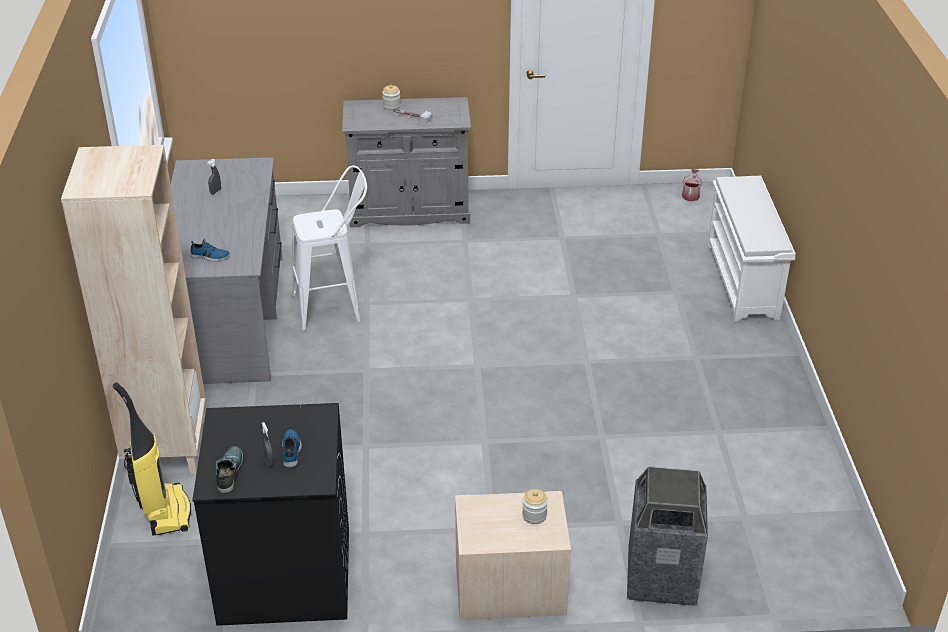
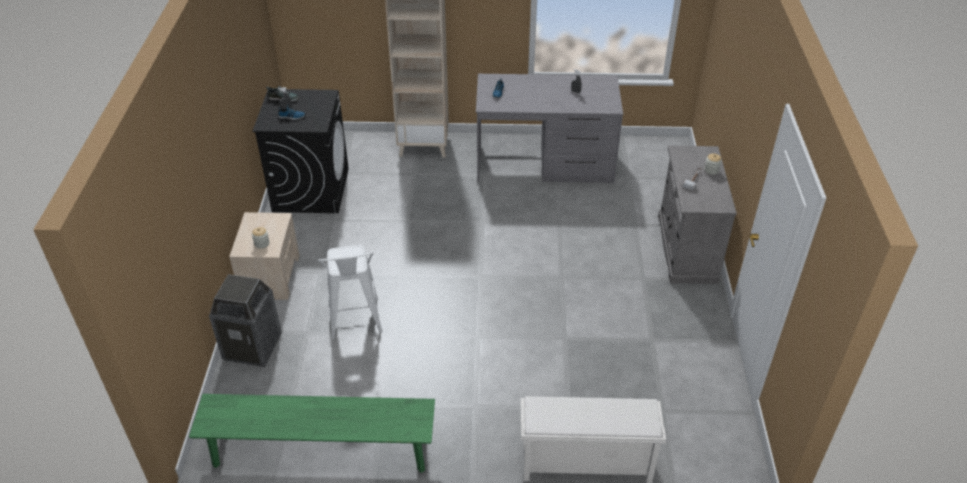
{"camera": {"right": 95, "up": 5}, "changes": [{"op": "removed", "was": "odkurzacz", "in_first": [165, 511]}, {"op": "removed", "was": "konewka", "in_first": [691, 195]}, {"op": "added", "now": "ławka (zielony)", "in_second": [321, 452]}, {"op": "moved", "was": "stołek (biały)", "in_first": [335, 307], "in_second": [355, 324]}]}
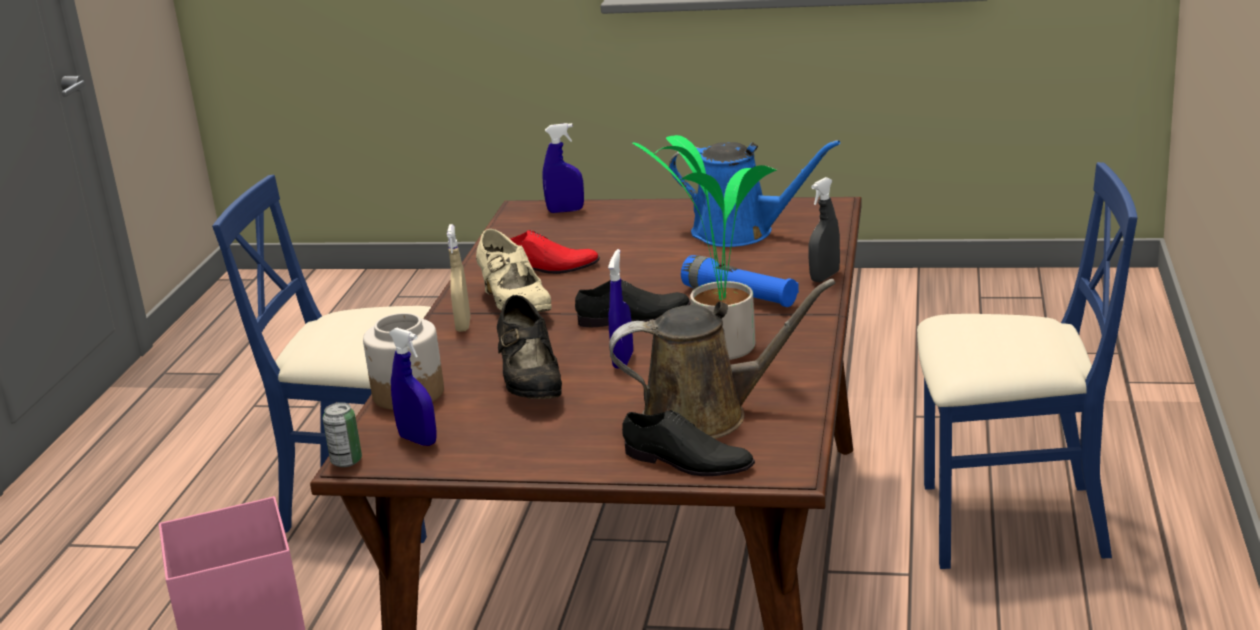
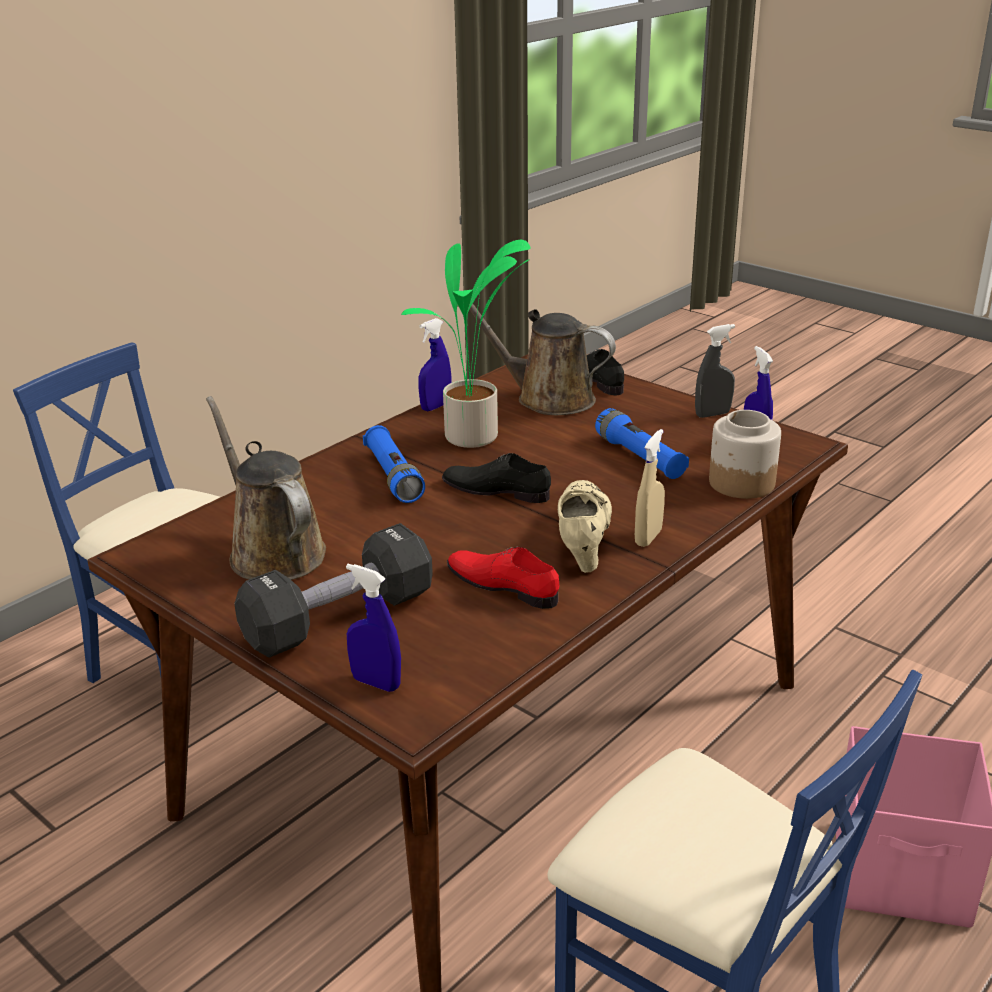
{"camera": {"right": -150, "up": 5}, "changes": [{"op": "removed", "was": "puszka", "in_first": [346, 461]}, {"op": "added", "now": "hantel (czarny)", "in_second": [339, 618]}, {"op": "moved", "was": "spryskiwacz (niebieski)", "in_first": [623, 360], "in_second": [436, 406]}, {"op": "moved", "was": "spryskiwacz (szary)", "in_first": [825, 277], "in_second": [712, 414]}, {"op": "replaced", "was": "but (czarny)", "now": "latarka (niebieski)", "in_first": [531, 385], "in_second": [639, 457]}, {"op": "recoloured", "was": "konewka (niebieski)", "now": "konewka (brązowy)", "in_first": [740, 232], "in_second": [273, 551]}]}
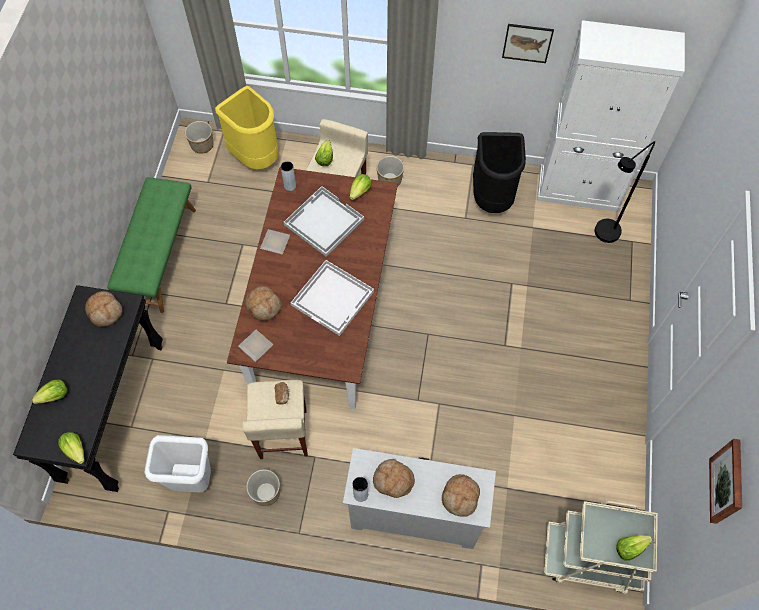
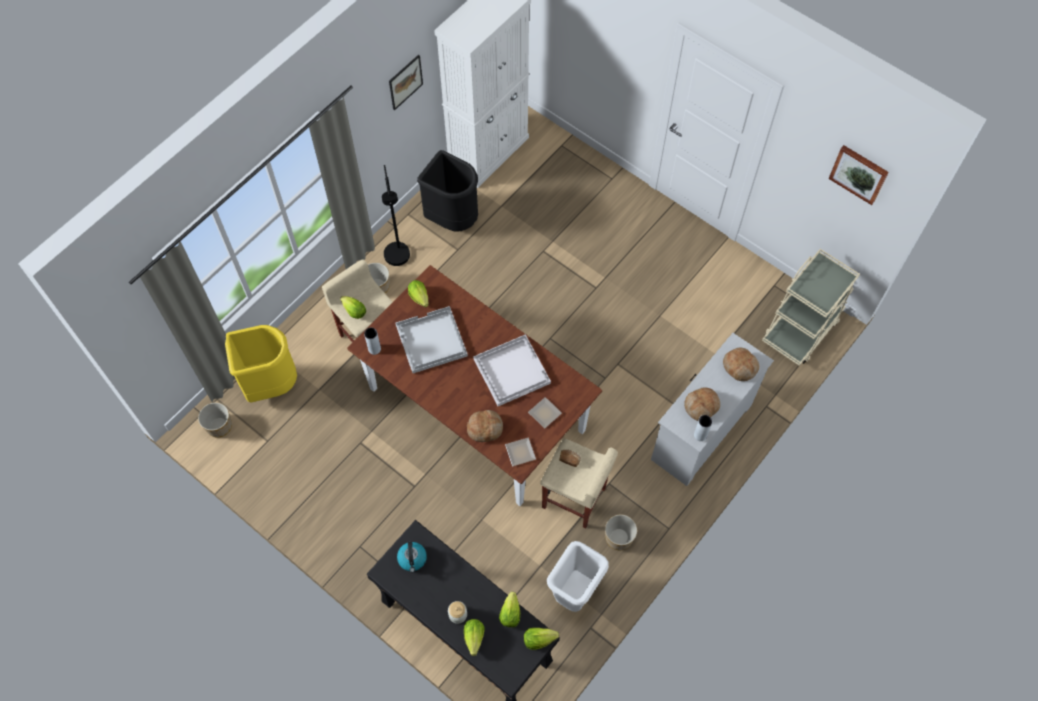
{"camera": {"right": -60, "up": 0}, "changes": [{"op": "removed", "was": "ławka (zielony)", "in_first": [160, 256]}, {"op": "added", "now": "słoik", "in_second": [458, 614]}, {"op": "moved", "was": "talerz", "in_first": [275, 243], "in_second": [546, 413]}, {"op": "moved", "was": "lampa stojąca (czarny)", "in_first": [602, 236], "in_second": [399, 261]}, {"op": "moved", "was": "sałata", "in_first": [629, 548], "in_second": [510, 614]}, {"op": "replaced", "was": "chleb", "now": "czajnik", "in_first": [105, 311], "in_second": [412, 559]}]}
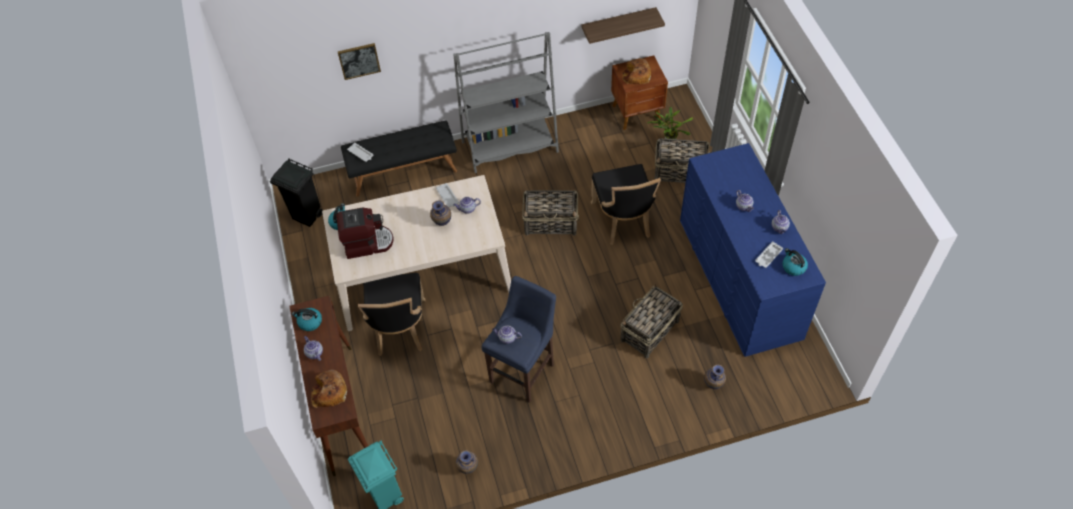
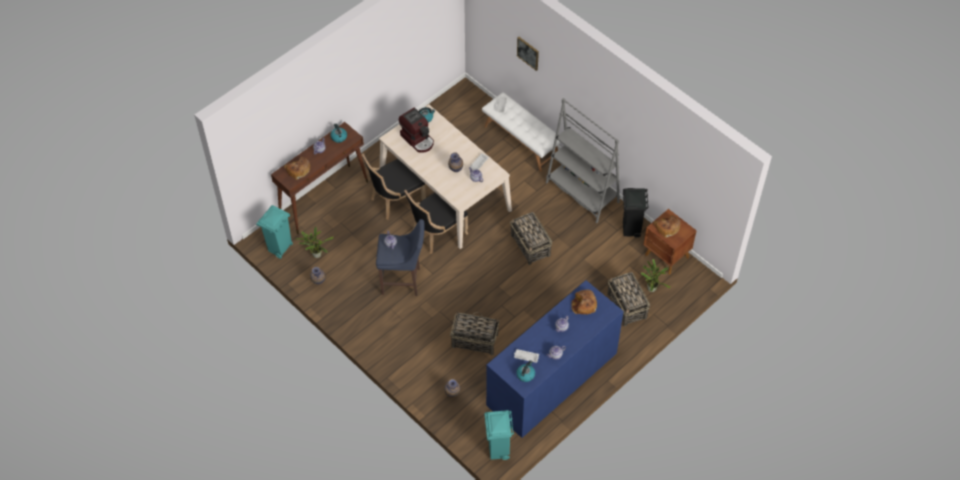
{"camera": {"right": 60, "up": 0}, "changes": [{"op": "removed", "was": "półka", "in_first": [618, 24]}, {"op": "added", "now": "roślina doniczkowa", "in_second": [316, 254]}, {"op": "added", "now": "kosz na śmieci (turkusowy)", "in_second": [498, 450]}, {"op": "added", "now": "chleb", "in_second": [583, 305]}, {"op": "moved", "was": "kosz na śmieci (czarny)", "in_first": [307, 216], "in_second": [631, 229]}, {"op": "moved", "was": "krzesło (czarny)", "in_first": [623, 221], "in_second": [436, 233]}, {"op": "recoloured", "was": "ławka (czarny)", "now": "ławka (biały)", "in_first": [403, 171], "in_second": [521, 141]}]}
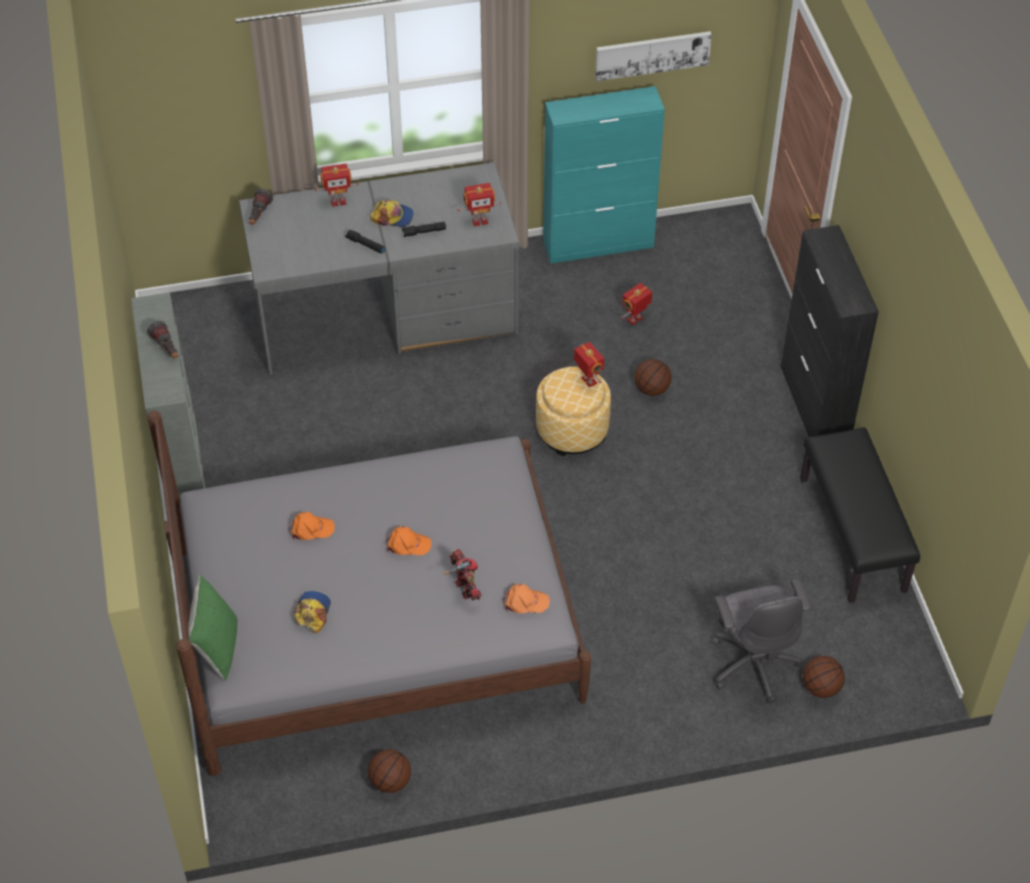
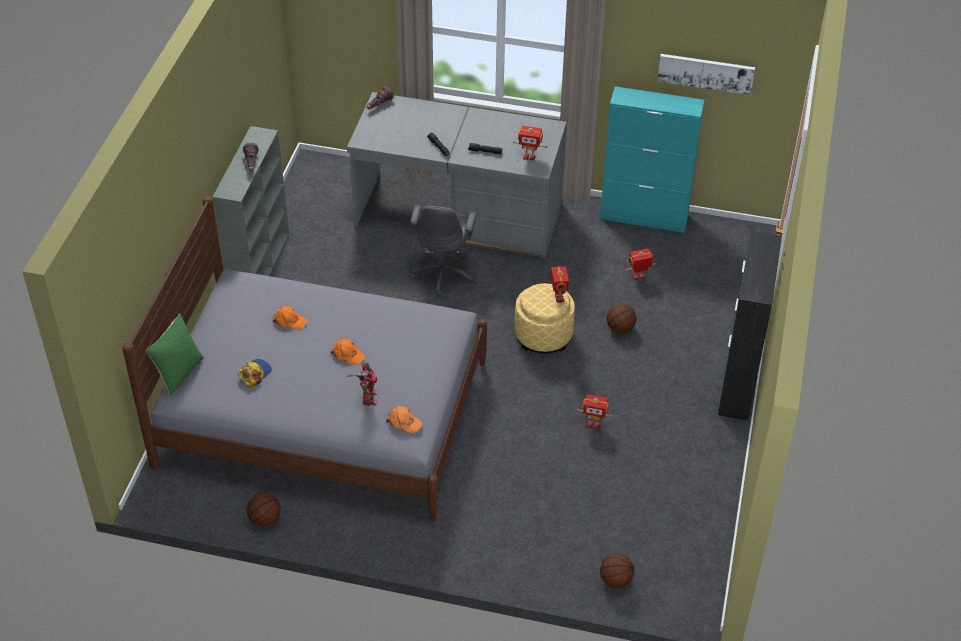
{"camera": {"right": 25, "up": -5}, "changes": [{"op": "removed", "was": "czapka z daszkiem", "in_first": [392, 217]}, {"op": "removed", "was": "ławka (czarny)", "in_first": [853, 534]}, {"op": "moved", "was": "robot zabawkowy", "in_first": [338, 201], "in_second": [593, 424]}, {"op": "moved", "was": "krzesło biurowe (szary)", "in_first": [753, 663], "in_second": [444, 273]}]}
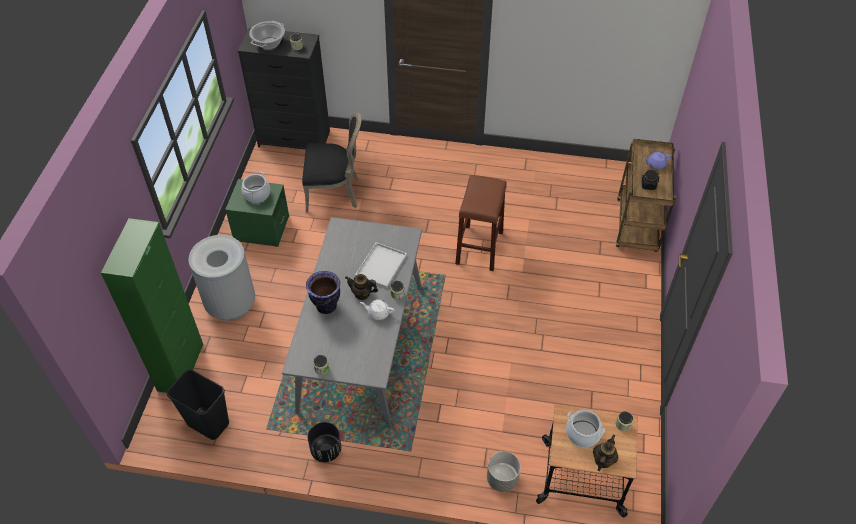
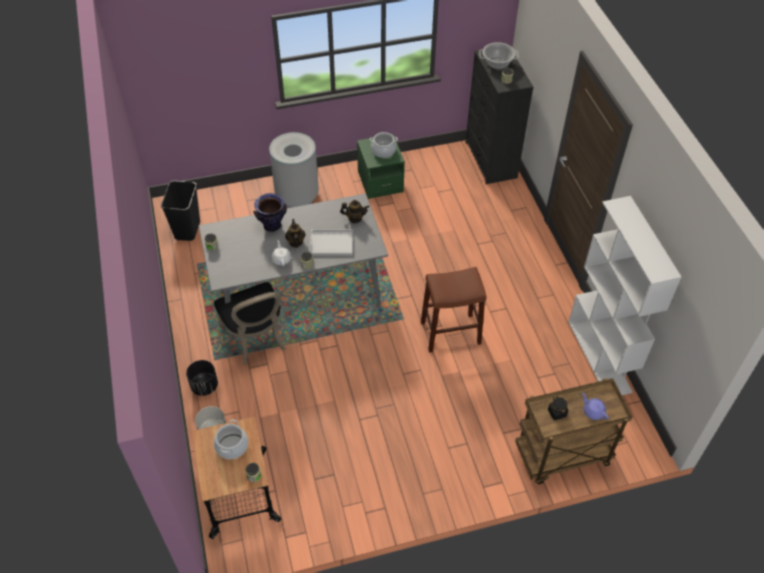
{"camera": {"right": 65, "up": 0}, "changes": [{"op": "removed", "was": "szafka (zielony)", "in_first": [180, 367]}, {"op": "added", "now": "regał (biały)", "in_second": [600, 356]}, {"op": "moved", "was": "krzesło (czarny)", "in_first": [335, 192], "in_second": [256, 339]}, {"op": "moved", "was": "donica (czarny)", "in_first": [326, 450], "in_second": [204, 386]}, {"op": "moved", "was": "imbryk", "in_first": [603, 460], "in_second": [355, 218]}]}
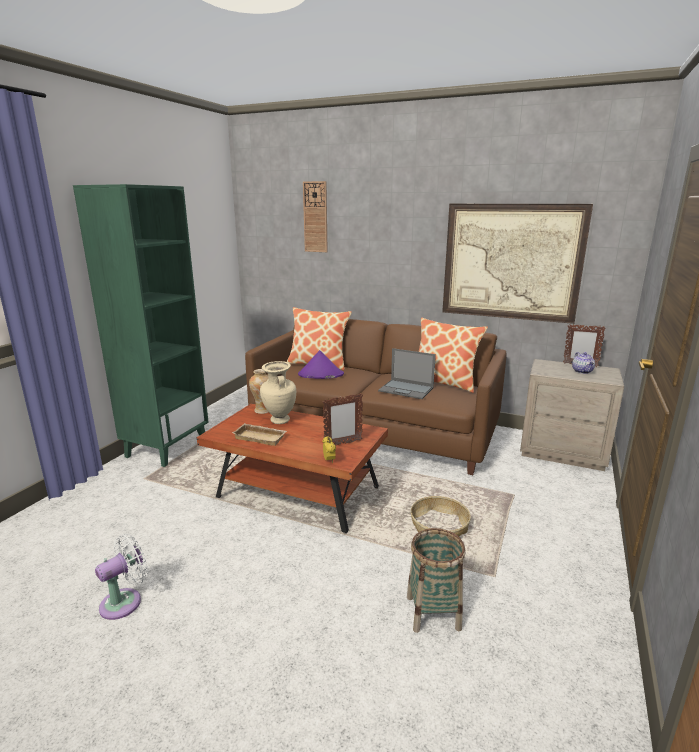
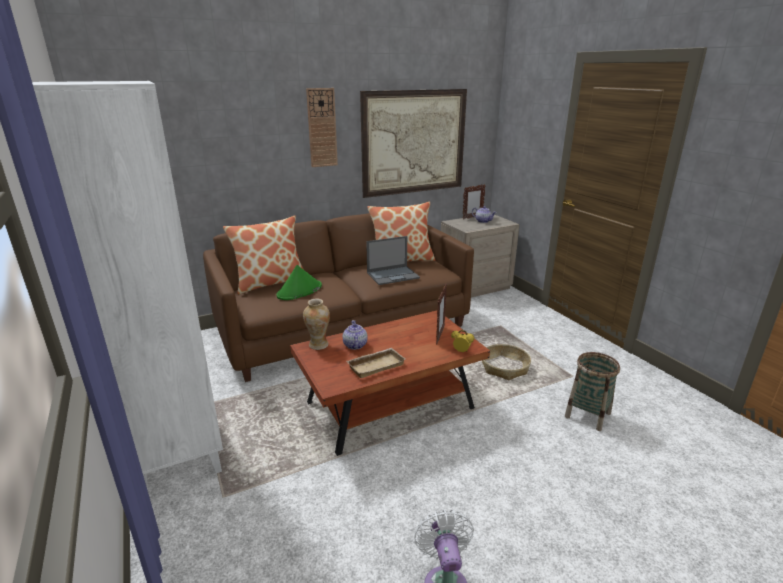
{"camera": {"right": -50, "up": 5}, "changes": [{"op": "moved", "was": "zegar ścienny", "in_first": [315, 217], "in_second": [322, 128]}, {"op": "replaced", "was": "wazon (beżowy)", "now": "imbryk", "in_first": [279, 420], "in_second": [354, 345]}, {"op": "recoloured", "was": "regał (zielony)", "now": "regał (biały)", "in_first": [167, 448], "in_second": [177, 455]}, {"op": "recoloured", "was": "kapelusz (fioletowy)", "now": "kapelusz (zielony)", "in_first": [320, 374], "in_second": [299, 291]}]}
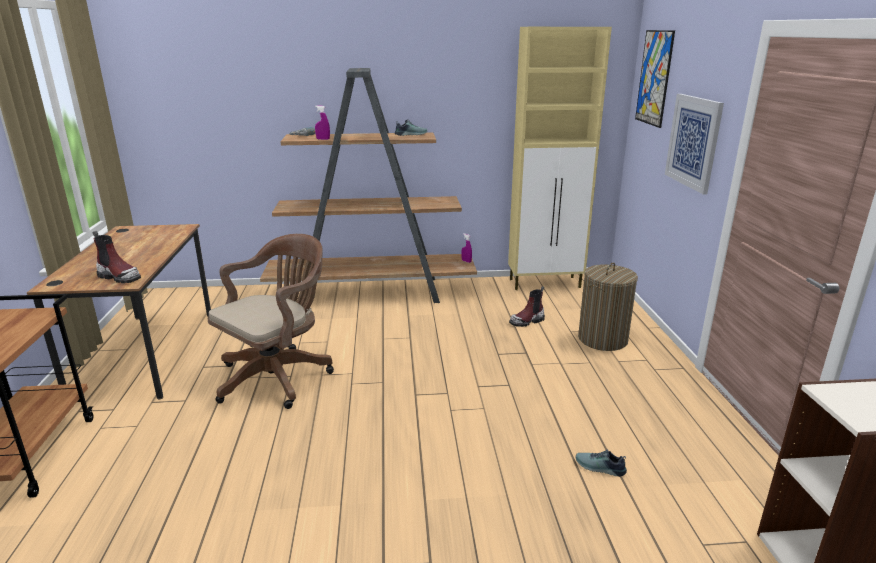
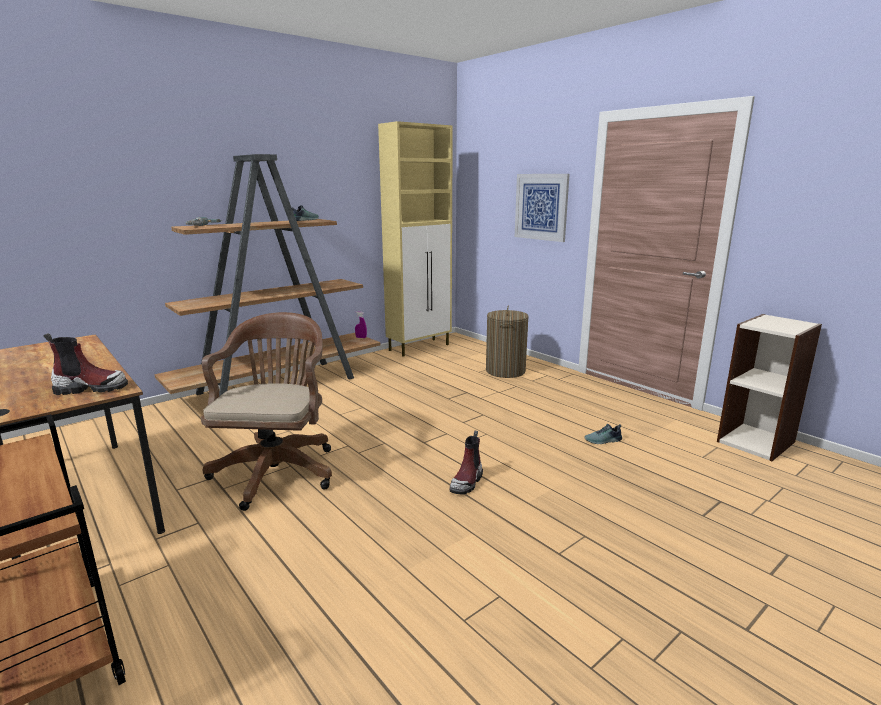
{"camera": {"right": -35, "up": -5}, "changes": [{"op": "removed", "was": "spryskiwacz (fioletowy)", "in_first": [323, 139]}, {"op": "removed", "was": "obraz", "in_first": [654, 78]}, {"op": "moved", "was": "but z cholewką", "in_first": [527, 321], "in_second": [467, 482]}]}
